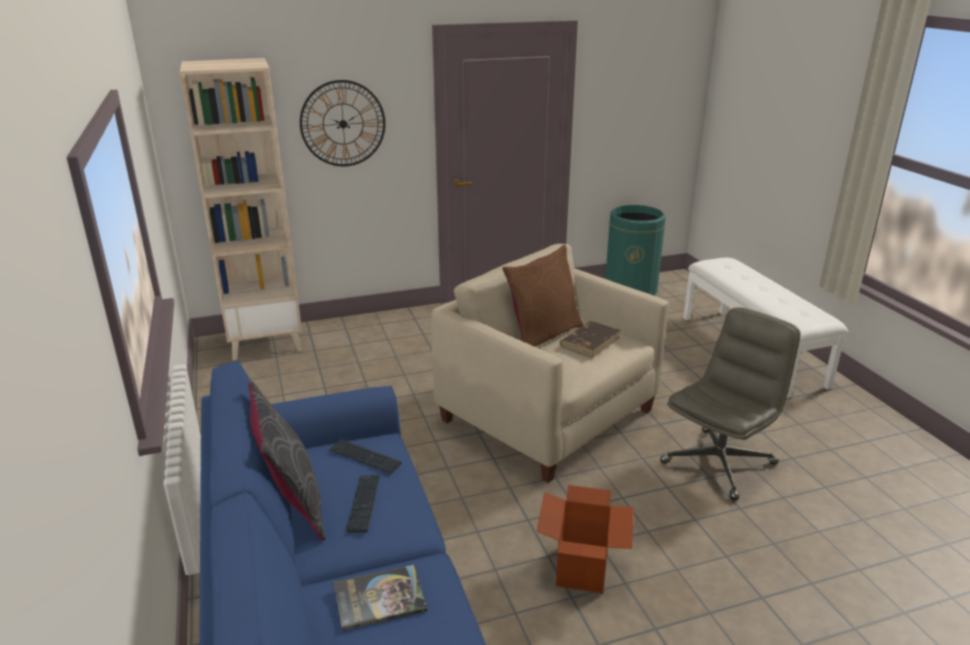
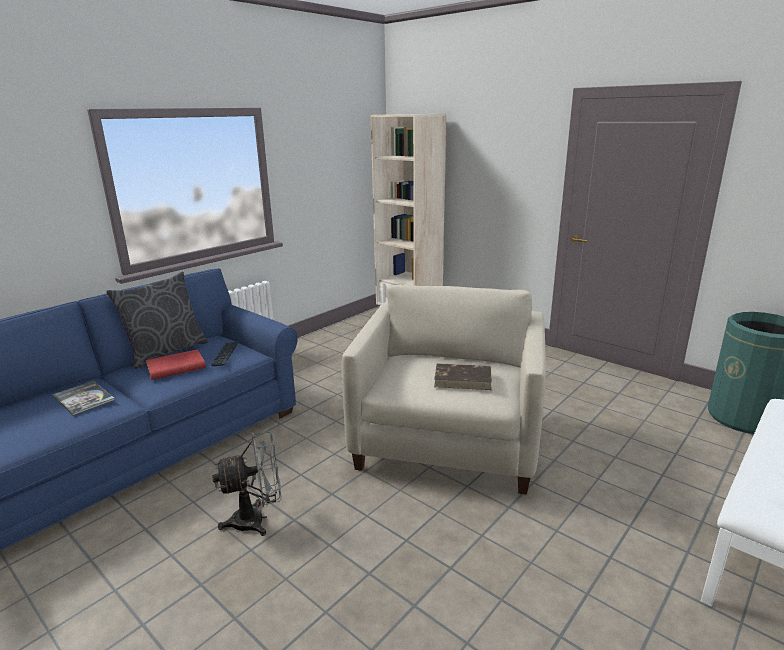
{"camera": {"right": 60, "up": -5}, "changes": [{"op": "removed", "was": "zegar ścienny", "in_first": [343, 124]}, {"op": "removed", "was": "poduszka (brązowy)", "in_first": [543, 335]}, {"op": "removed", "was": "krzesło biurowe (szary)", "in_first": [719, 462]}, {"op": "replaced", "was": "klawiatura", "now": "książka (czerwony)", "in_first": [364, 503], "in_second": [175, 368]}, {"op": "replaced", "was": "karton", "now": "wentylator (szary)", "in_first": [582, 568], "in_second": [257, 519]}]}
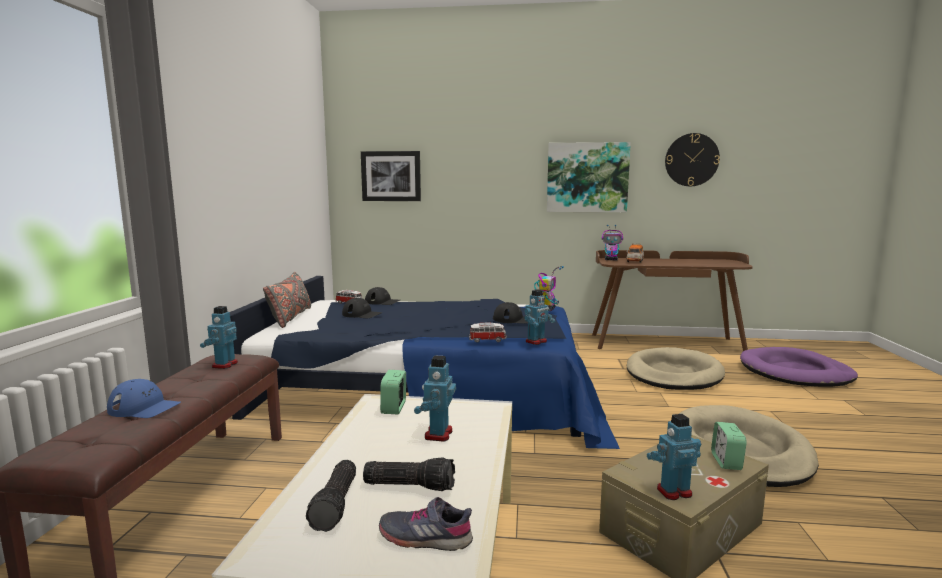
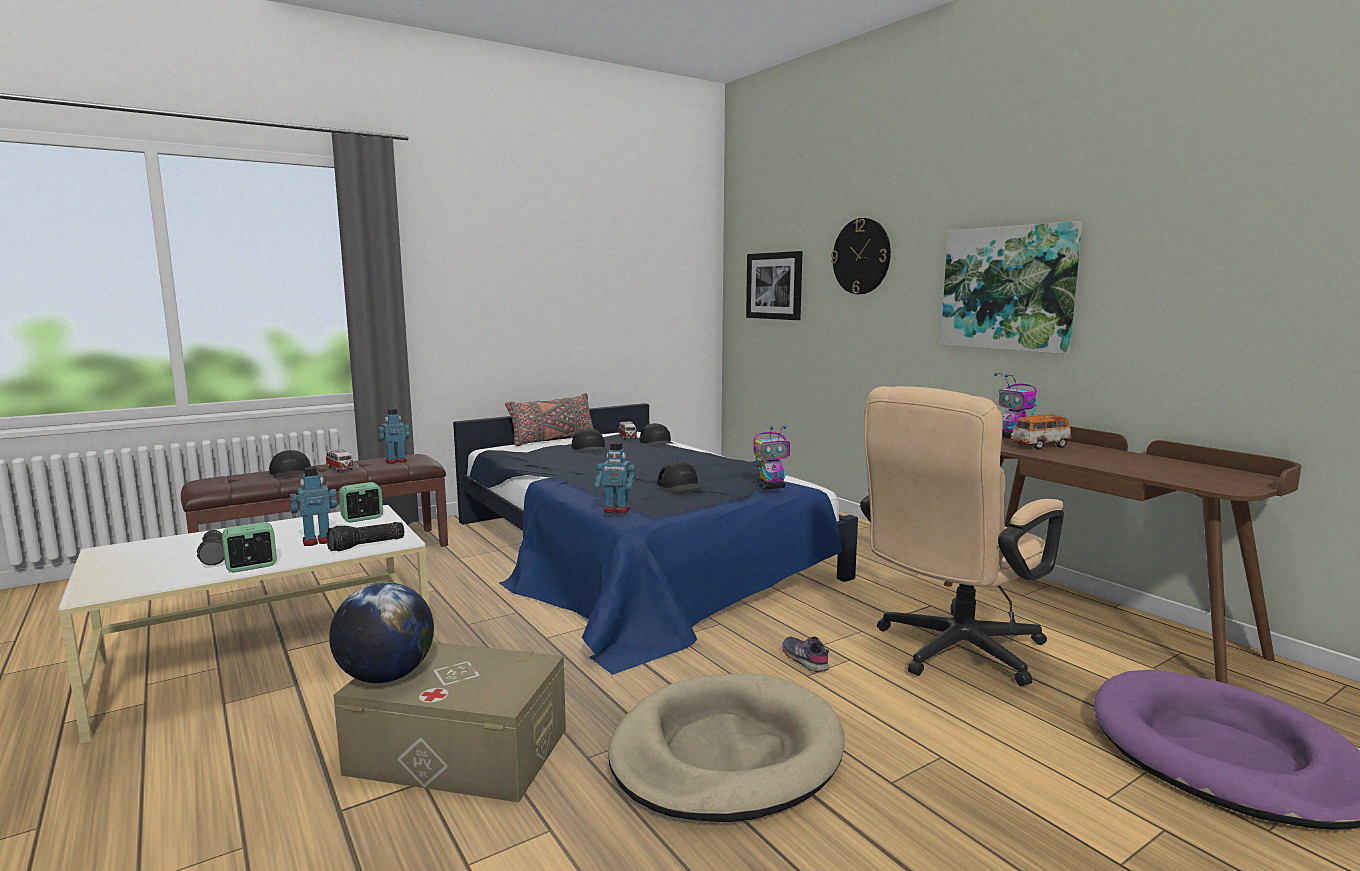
{"camera": {"right": 50, "up": 0}, "changes": [{"op": "moved", "was": "latarka", "in_first": [337, 504], "in_second": [366, 545]}, {"op": "moved", "was": "but (szary)", "in_first": [425, 537], "in_second": [805, 659]}, {"op": "moved", "was": "samochodzik", "in_first": [487, 340], "in_second": [340, 468]}, {"op": "moved", "was": "zegar ścienny", "in_first": [691, 160], "in_second": [861, 256]}, {"op": "moved", "was": "budzik", "in_first": [726, 462], "in_second": [251, 566]}, {"op": "replaced", "was": "legowisko (beżowy)", "now": "krzesło biurowe (beżowy)", "in_first": [673, 374], "in_second": [950, 653]}, {"op": "replaced", "was": "robot zabawkowy", "now": "globus", "in_first": [673, 491], "in_second": [386, 677]}, {"op": "recoloured", "was": "czapka z daszkiem (niebieski)", "now": "czapka z daszkiem (czarny)", "in_first": [144, 408], "in_second": [290, 472]}]}
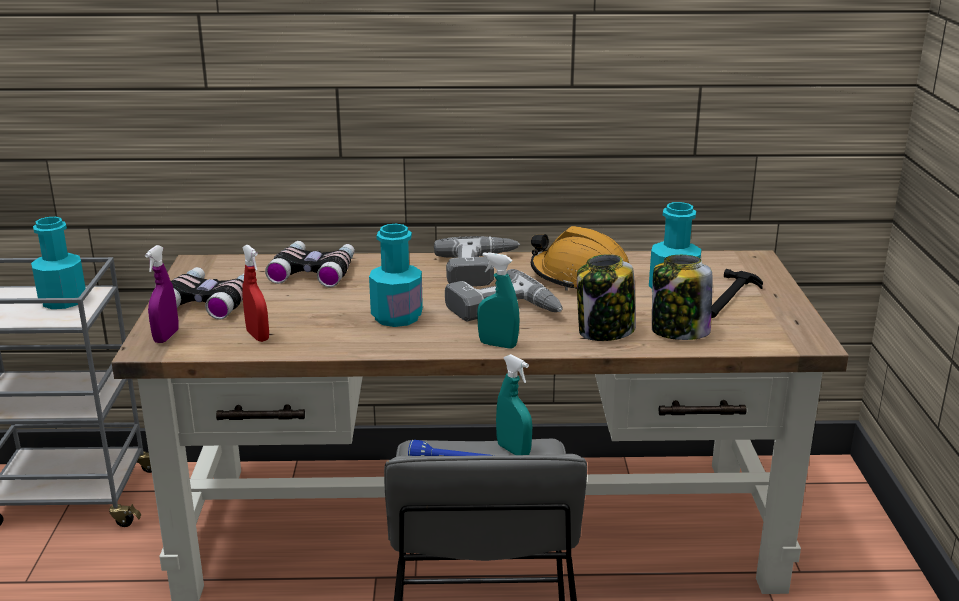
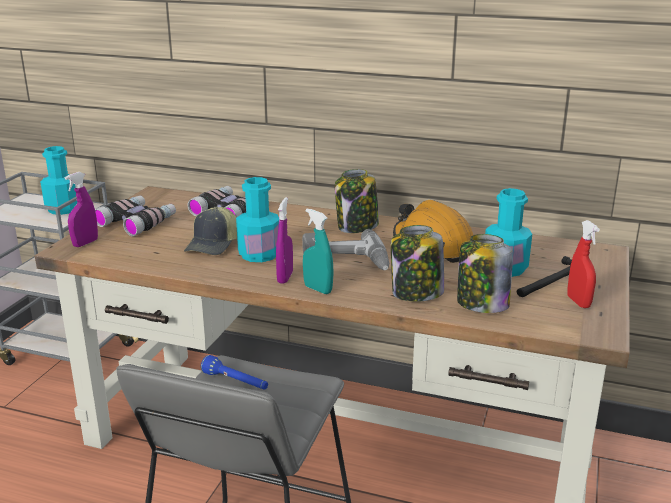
{"camera": {"right": 20, "up": 0}, "changes": [{"op": "removed", "was": "spryskiwacz (turkusowy)", "in_first": [513, 450]}, {"op": "added", "now": "czapka z daszkiem", "in_second": [214, 245]}, {"op": "added", "now": "spryskiwacz (fioletowy)", "in_second": [285, 277]}, {"op": "moved", "was": "spryskiwacz (czerwony)", "in_first": [258, 336], "in_second": [578, 302]}, {"op": "replaced", "was": "wiertarka", "now": "słoik", "in_first": [481, 269], "in_second": [357, 227]}]}
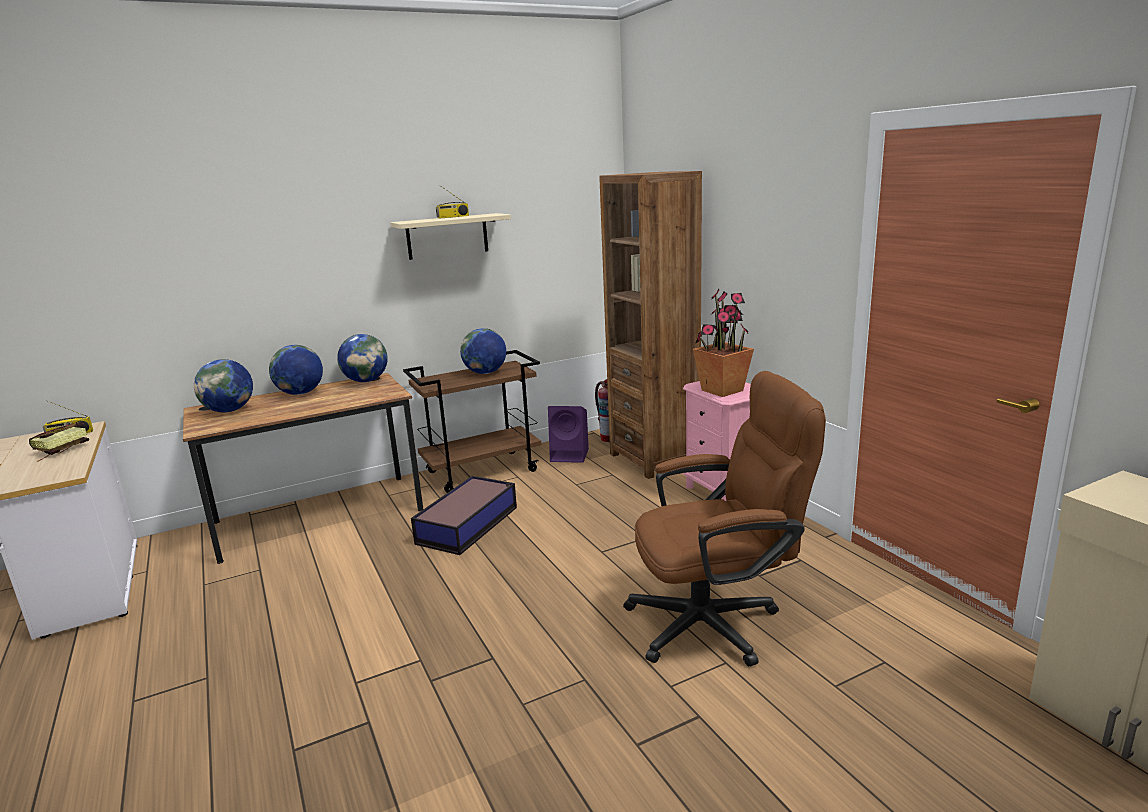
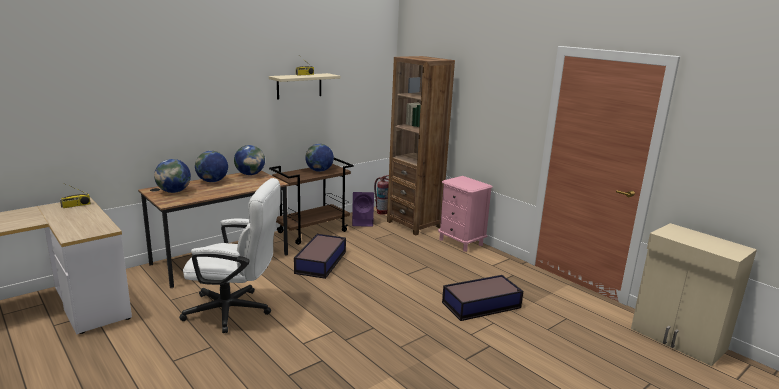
{"camera": {"right": -15, "up": 0}, "changes": [{"op": "removed", "was": "książka", "in_first": [57, 451]}, {"op": "removed", "was": "roślina doniczkowa", "in_first": [722, 390]}, {"op": "added", "now": "krzesło biurowe (biały)", "in_second": [235, 311]}, {"op": "replaced", "was": "krzesło biurowe (brązowy)", "now": "pojemnik do przechowywania", "in_first": [717, 621], "in_second": [482, 305]}]}
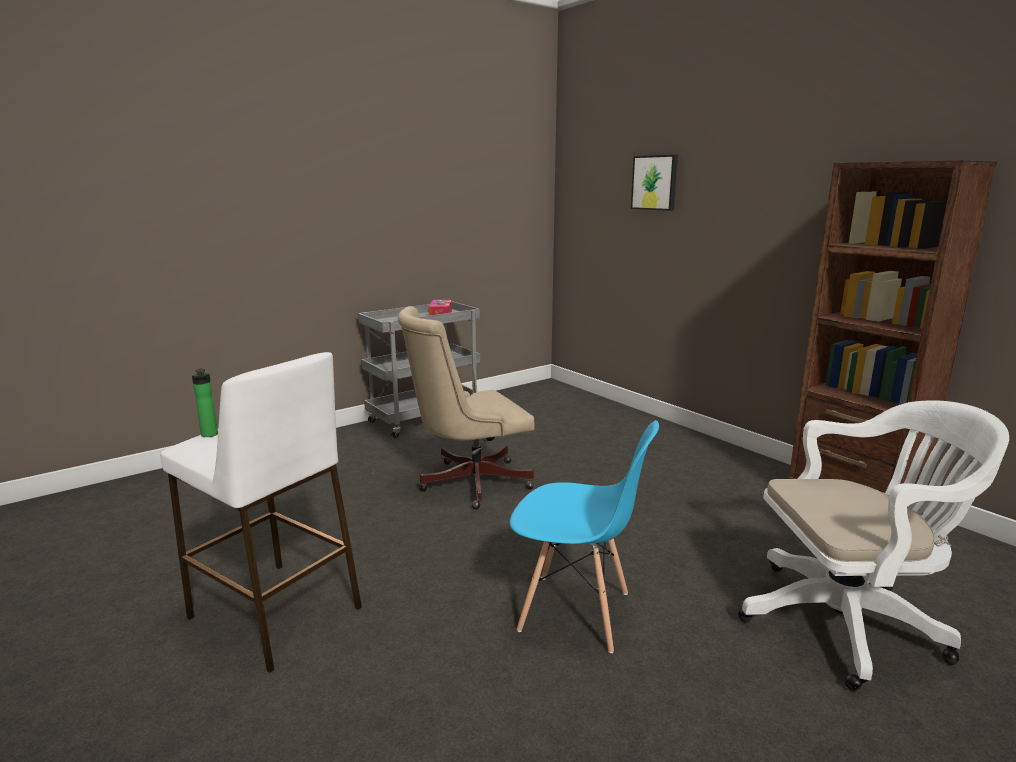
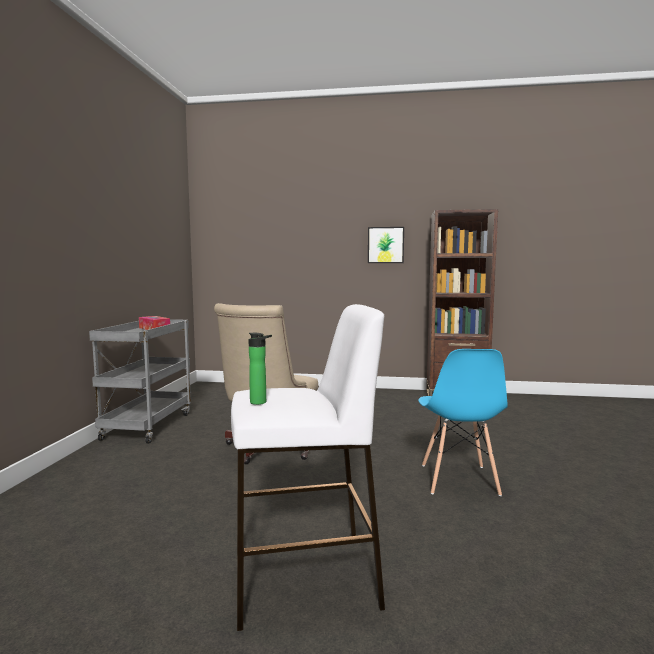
{"camera": {"right": -45, "up": -10}, "changes": [{"op": "removed", "was": "krzesło biurowe (biały)", "in_first": [849, 622]}, {"op": "moved", "was": "obraz", "in_first": [655, 182], "in_second": [385, 245]}, {"op": "turned", "was": "krzesło (niebieski)", "in_first": [575, 612], "in_second": [458, 480], "clockwise": 120}]}
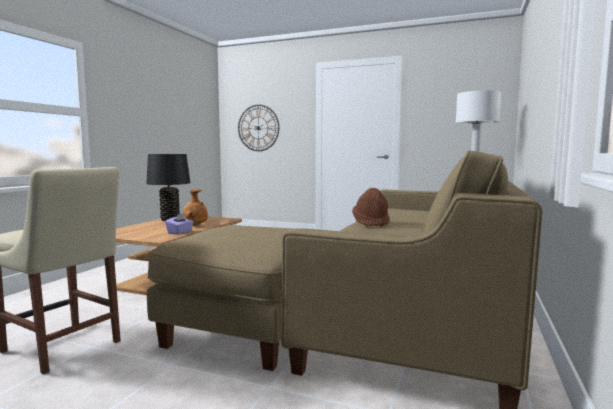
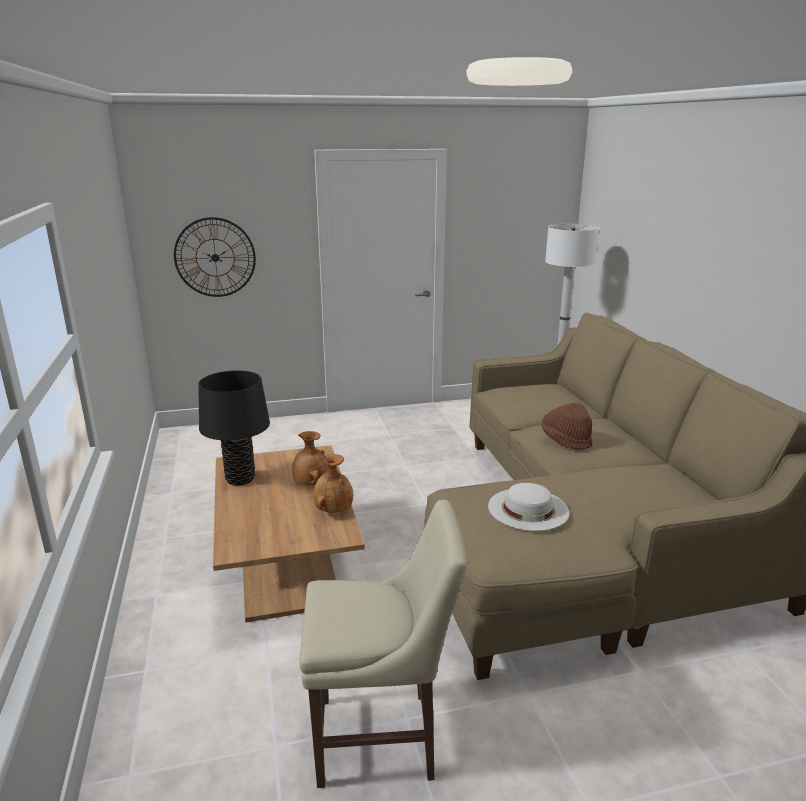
{"camera": {"right": -35, "up": 15}, "changes": [{"op": "added", "now": "kapelusz (biały)", "in_second": [528, 509]}, {"op": "replaced", "was": "pudełko chusteczek (fioletowy)", "now": "wazon (brązowy)", "in_first": [180, 232], "in_second": [333, 510]}]}
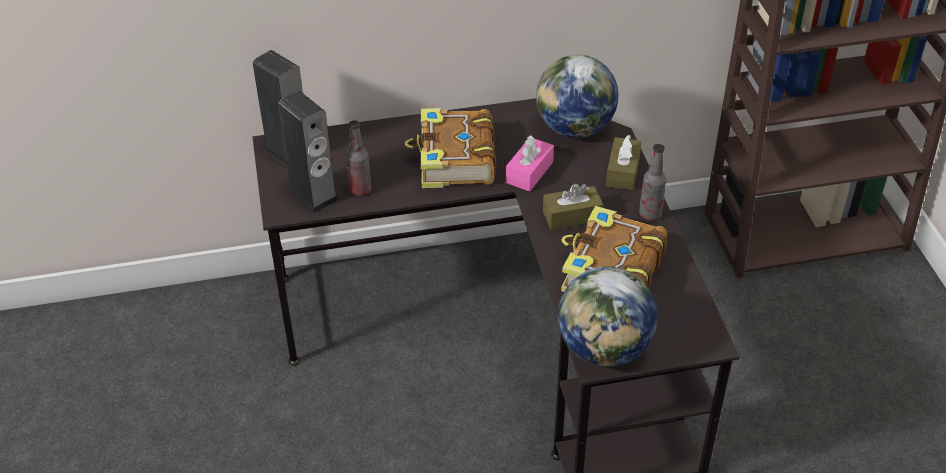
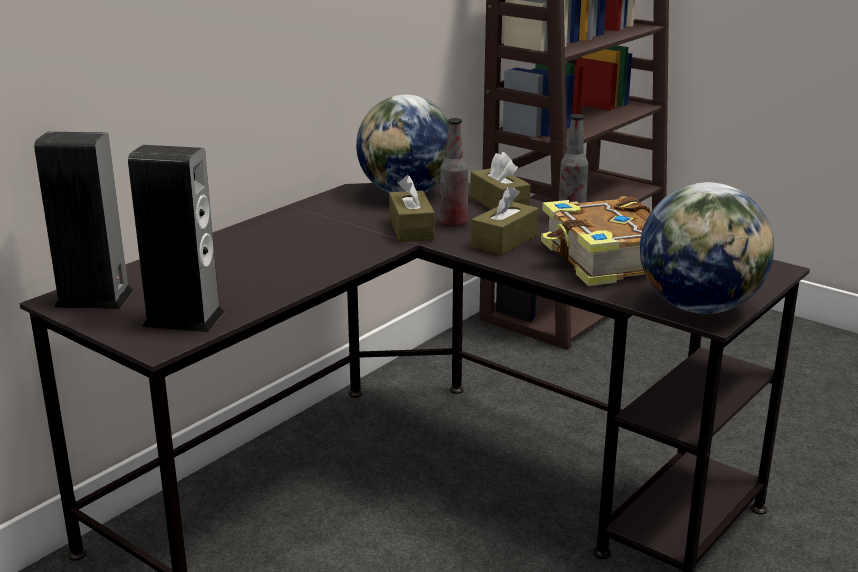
{"camera": {"right": -40, "up": -20}, "changes": [{"op": "removed", "was": "książka", "in_first": [455, 160]}, {"op": "moved", "was": "butelka", "in_first": [360, 190], "in_second": [453, 223]}, {"op": "recoloured", "was": "pudełko chusteczek (różowy)", "now": "pudełko chusteczek (brązowy)", "in_first": [529, 172], "in_second": [411, 229]}]}
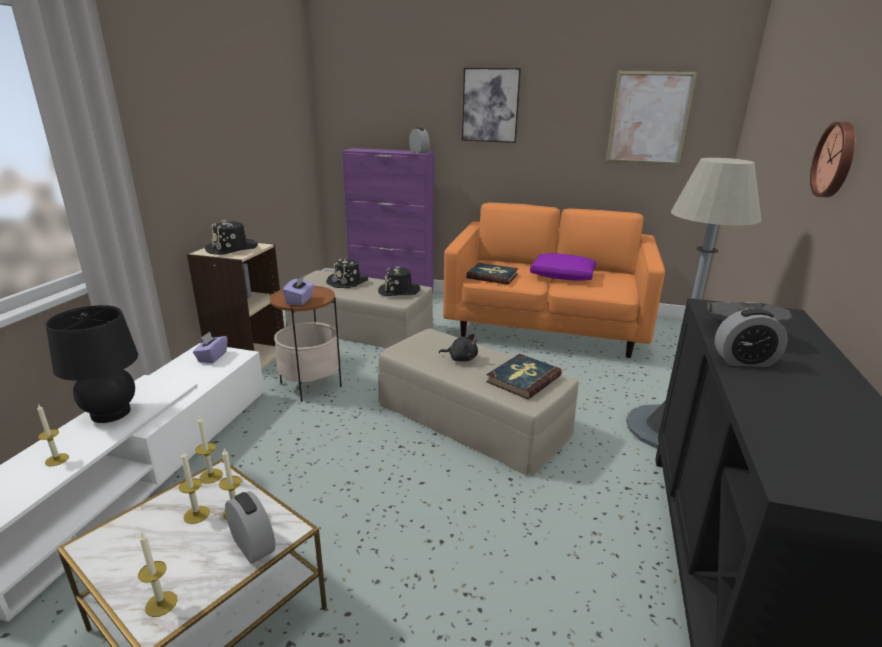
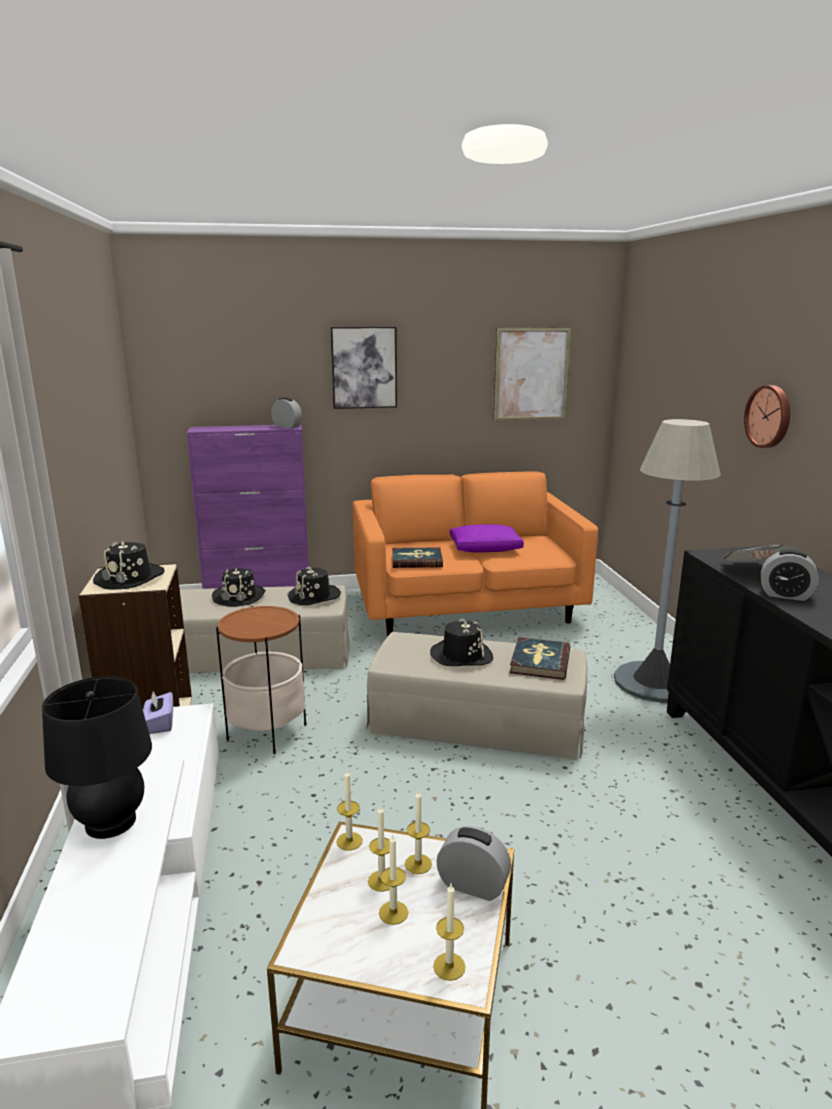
{"camera": {"right": -25, "up": -5}, "changes": [{"op": "removed", "was": "pudełko chusteczek (fioletowy)", "in_first": [300, 300]}, {"op": "moved", "was": "świeca", "in_first": [57, 459], "in_second": [393, 912]}, {"op": "replaced", "was": "pluszak (czarny)", "now": "kapelusz (czarny)", "in_first": [461, 358], "in_second": [461, 656]}, {"op": "turned", "was": "budzik", "in_first": [744, 361], "in_second": [785, 595], "clockwise": 45}]}
